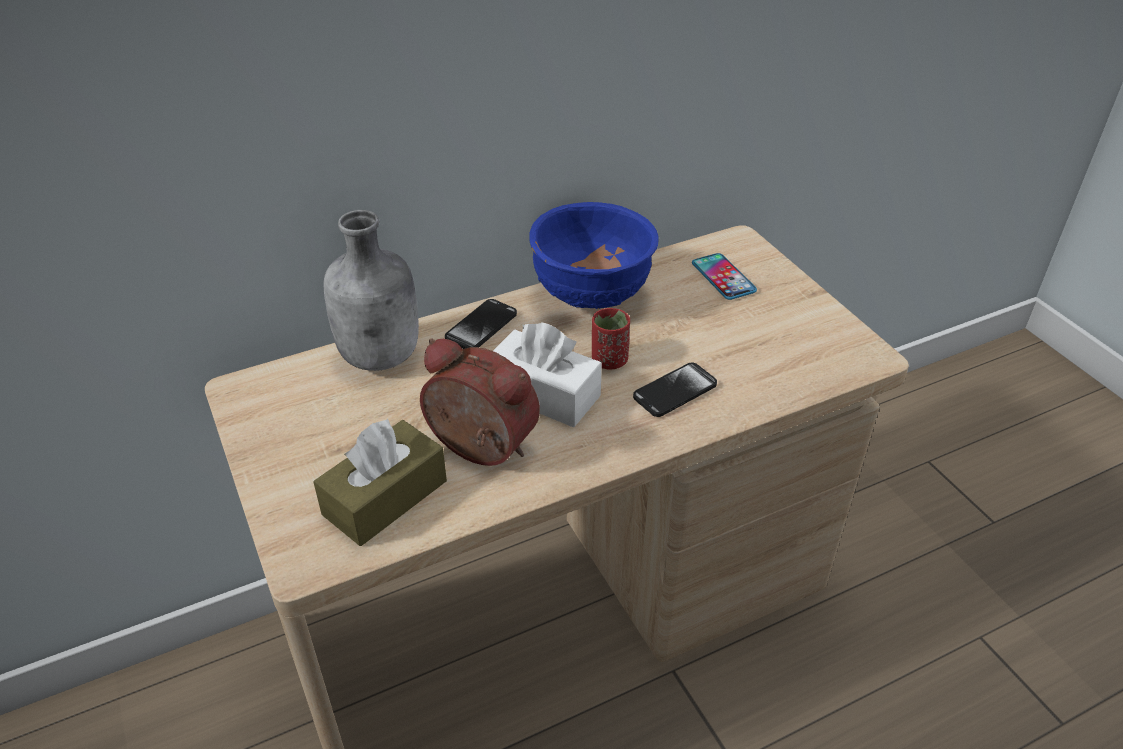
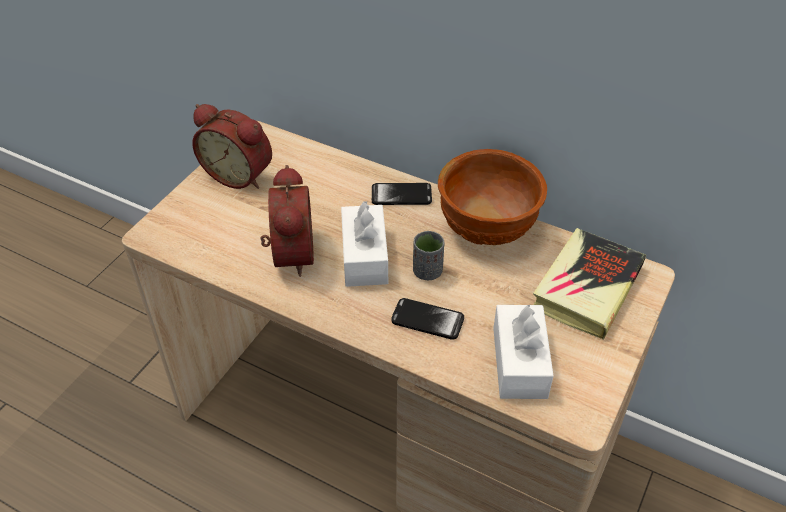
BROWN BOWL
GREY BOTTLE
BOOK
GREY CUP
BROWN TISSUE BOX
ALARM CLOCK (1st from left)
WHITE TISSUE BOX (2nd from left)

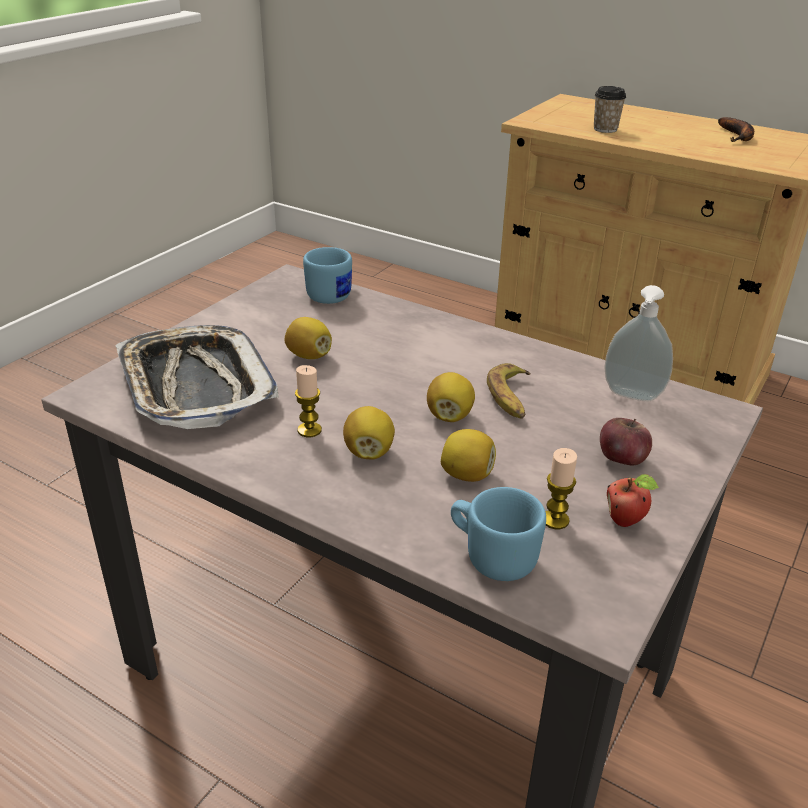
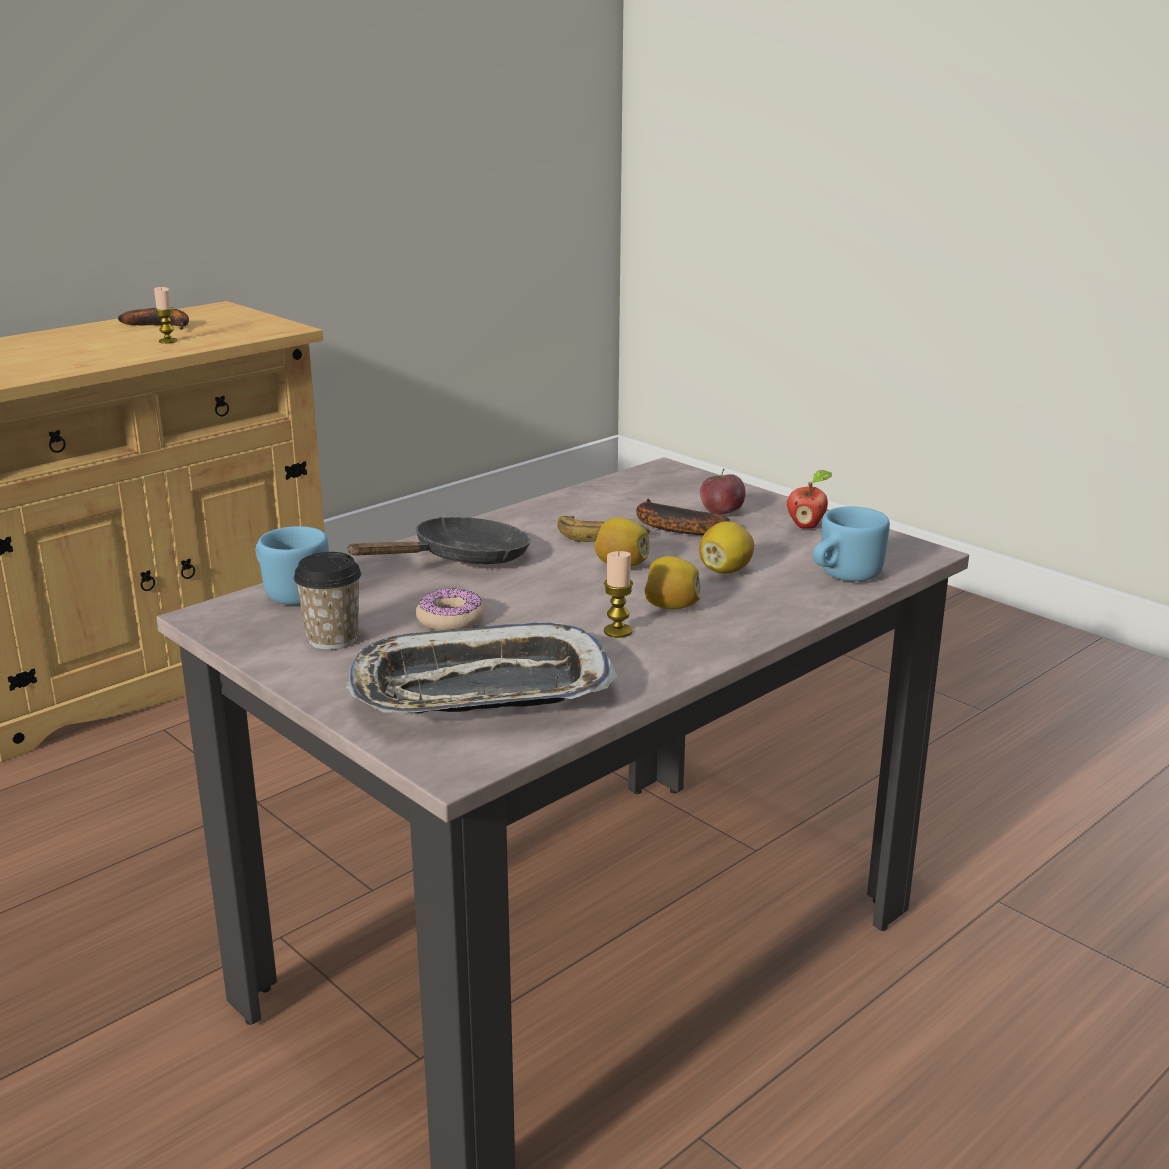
CUP
SOAP DISPENSER
DONUT
CANDLE (1st from left)
BANANA (3rd from left)
BLACK FRYING PAN

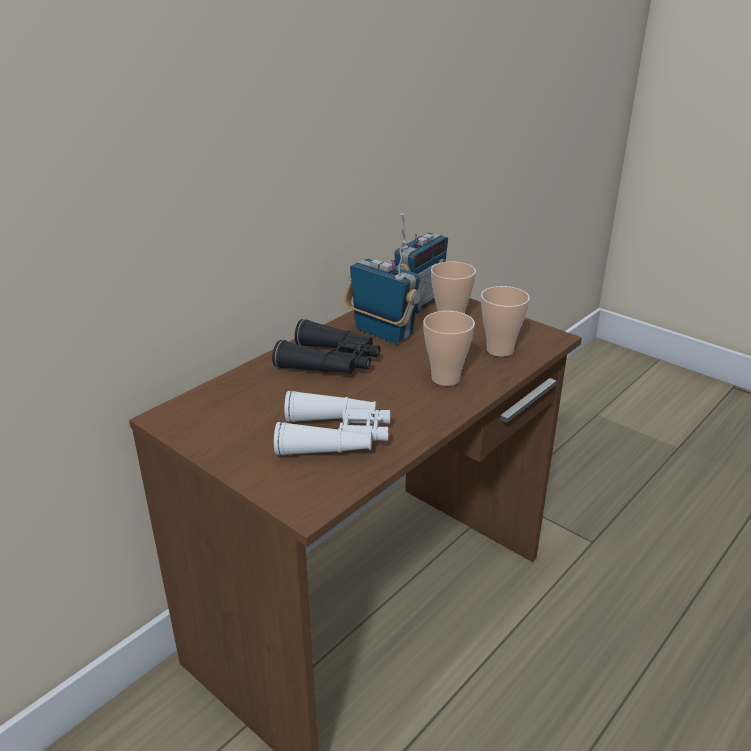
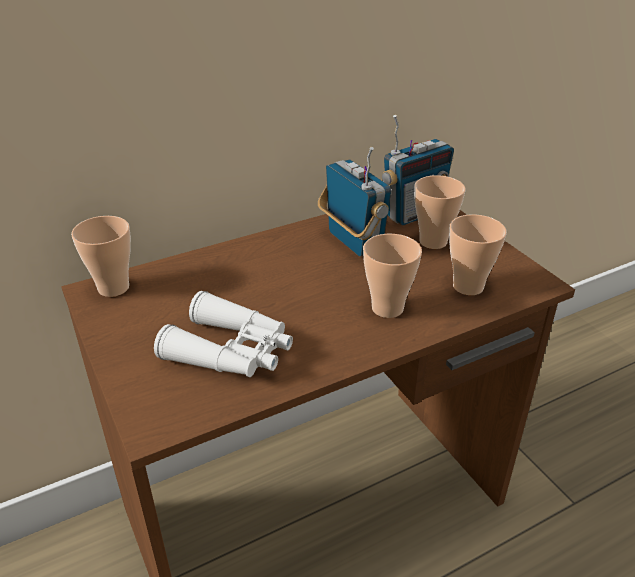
BLACK BINOCULARS
CUP (1st from left)

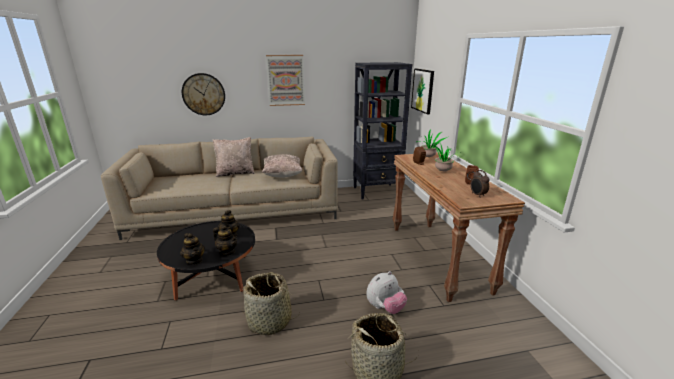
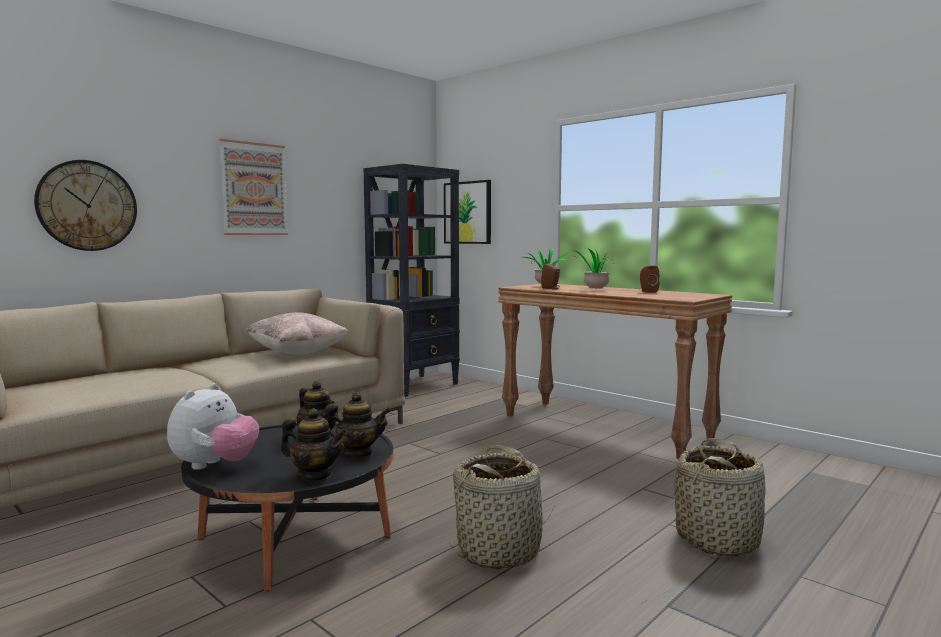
BEIGE PILLOW (1st from left in the first image)
ALARM CLOCK
PLUSH TOY

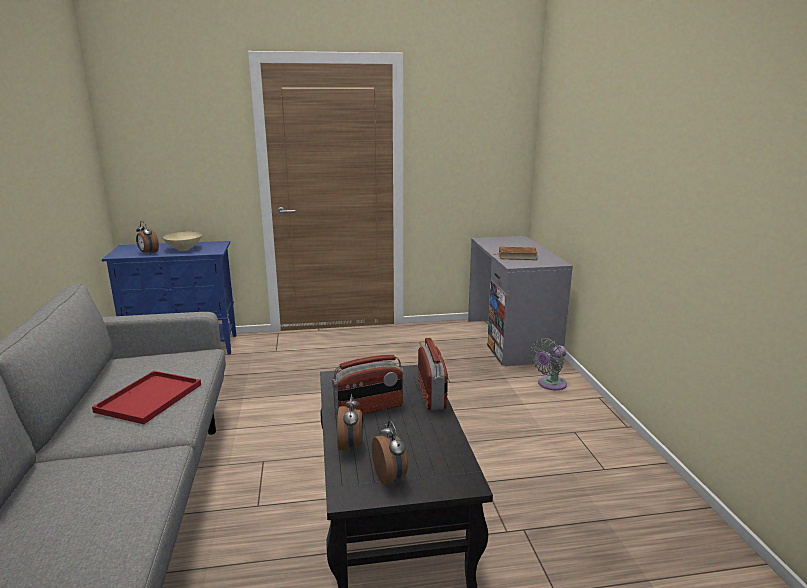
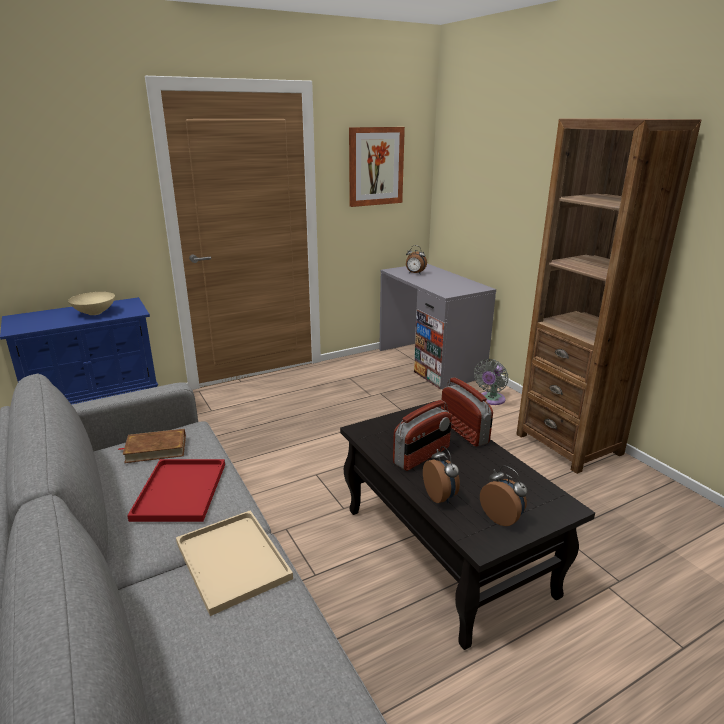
ALARM CLOCK (1st from left)
BROWN BOOK
BROWN BOOKCASE
PICTURE
BEIGE TRAY

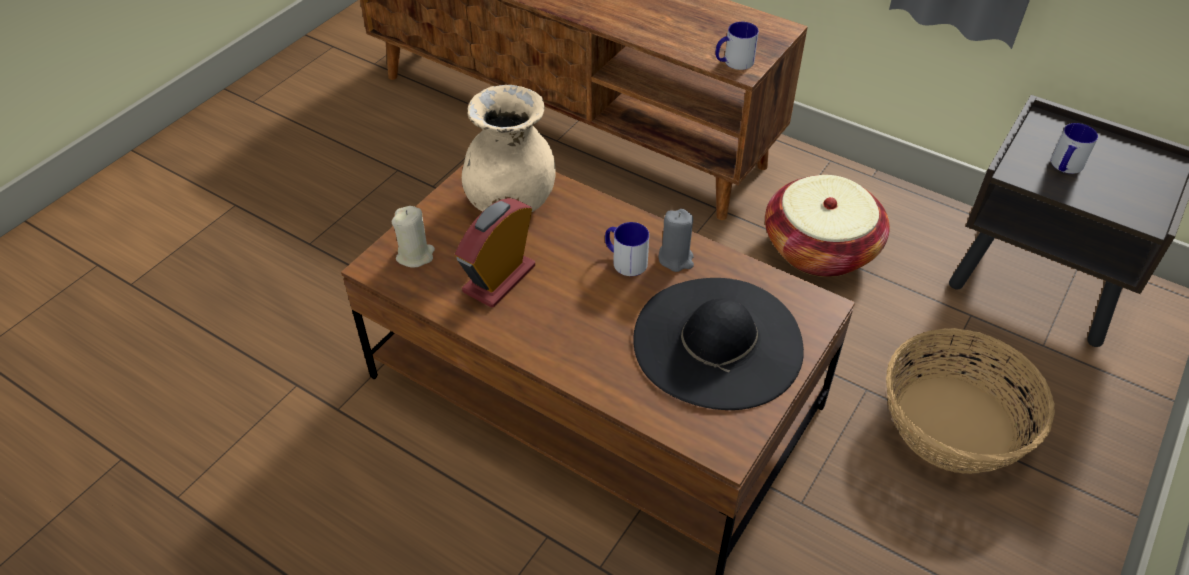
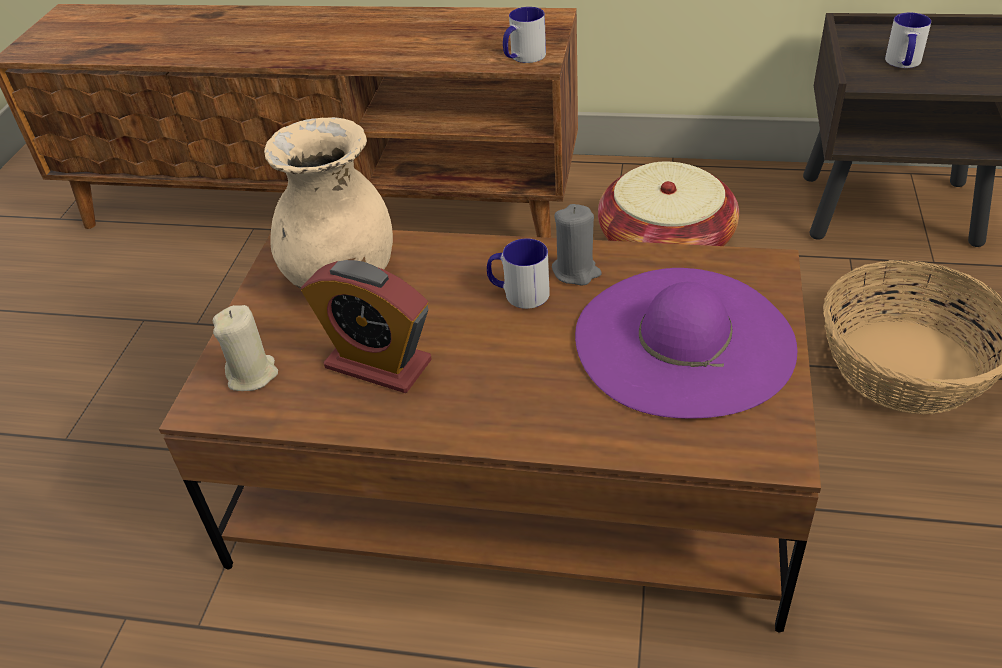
ALARM CLOCK
PURPLE HAT

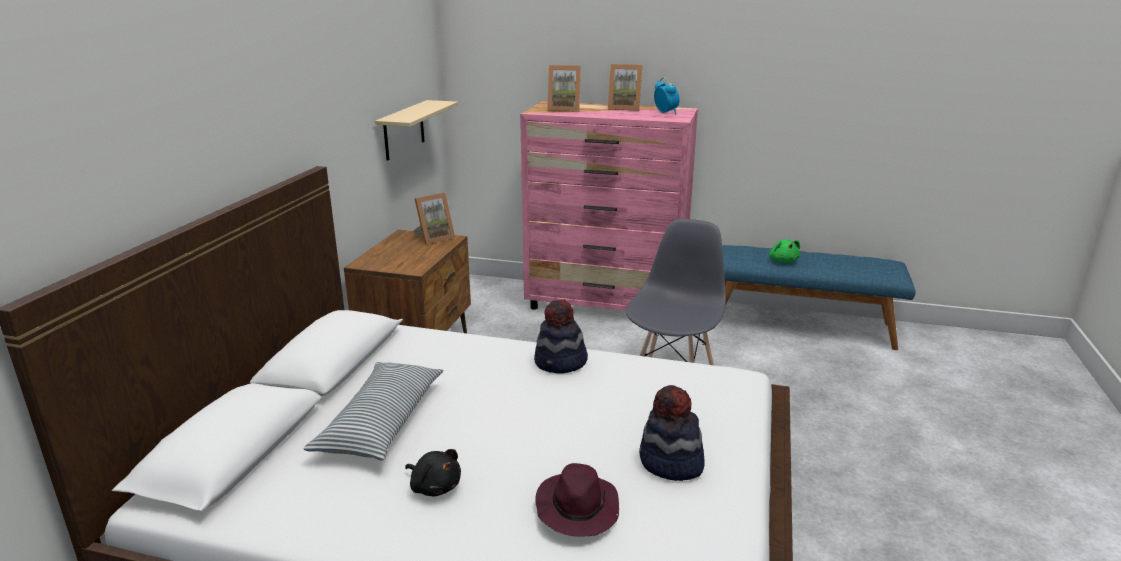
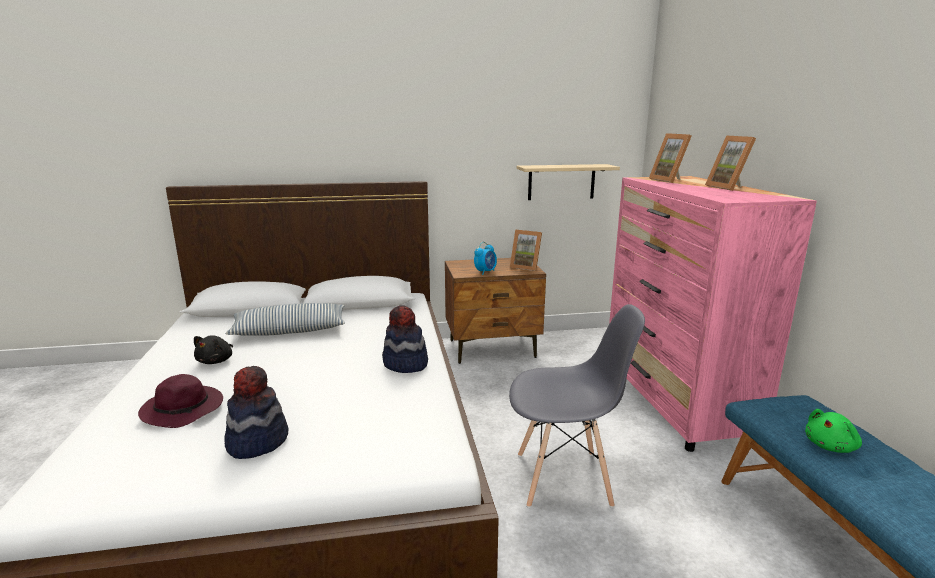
ALARM CLOCK

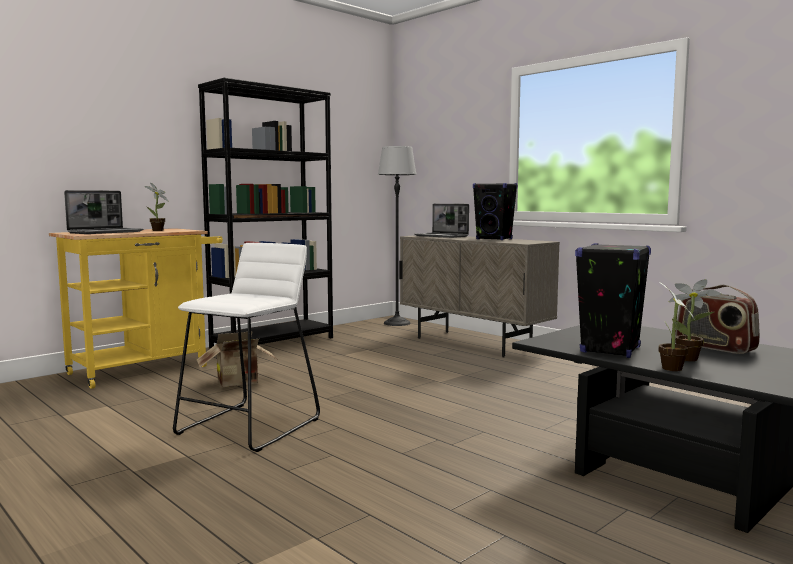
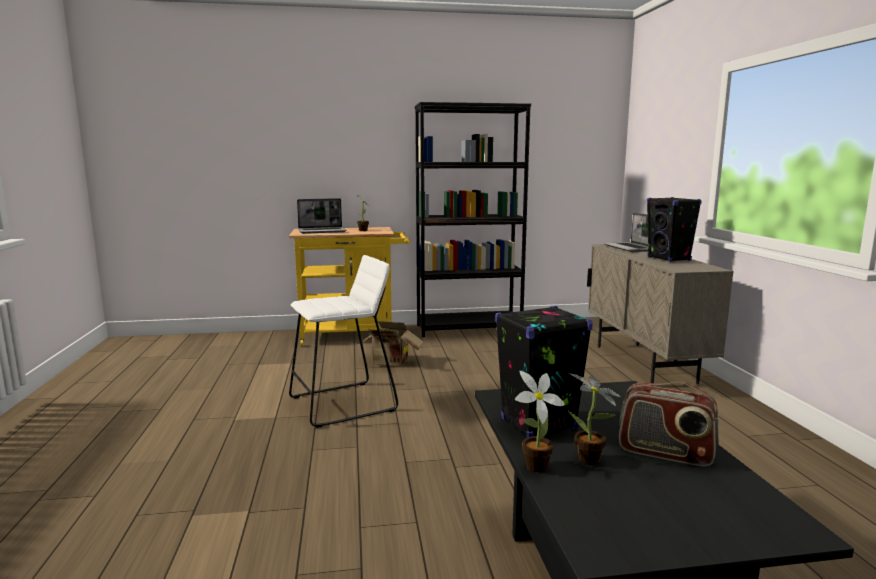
FLOOR LAMP
RADIO

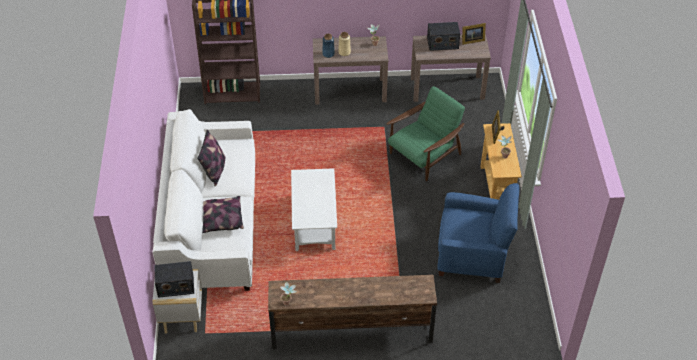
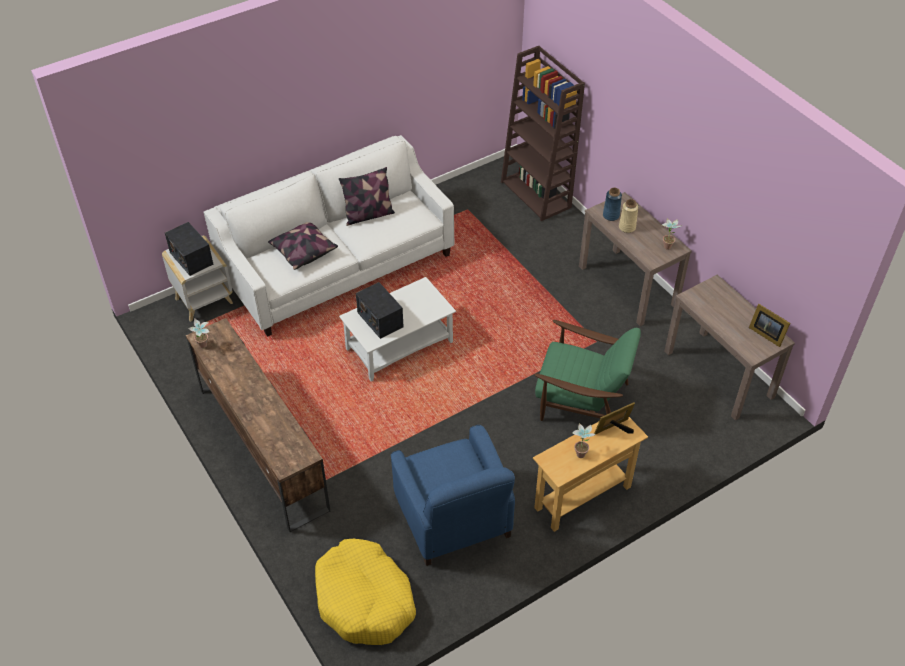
RADIO (2nd from left)
YELLOW DOG BED

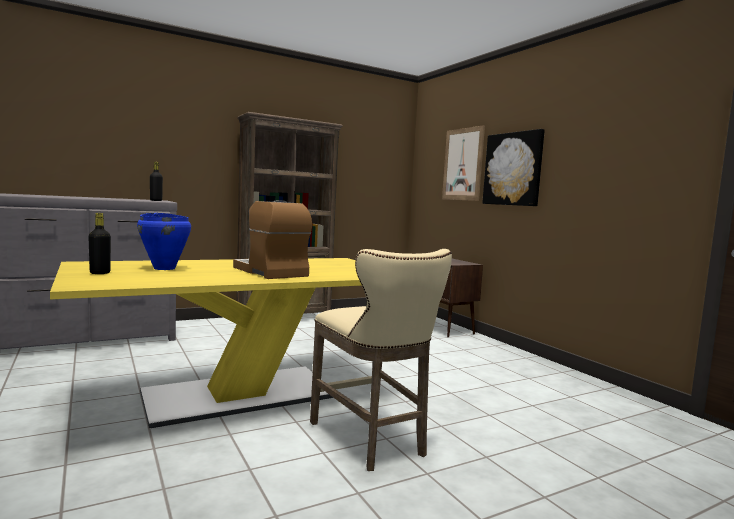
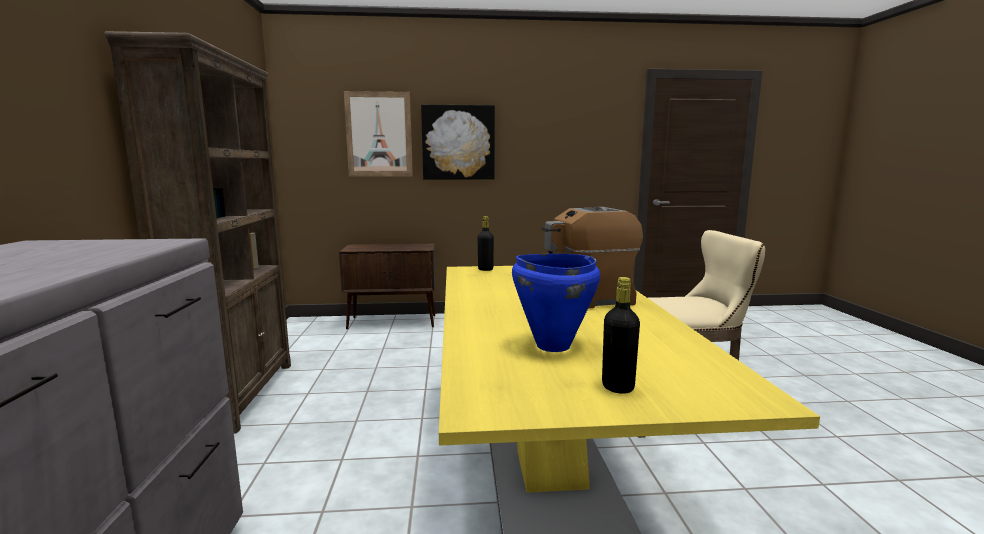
BLACK BOTTLE (1st from left)

